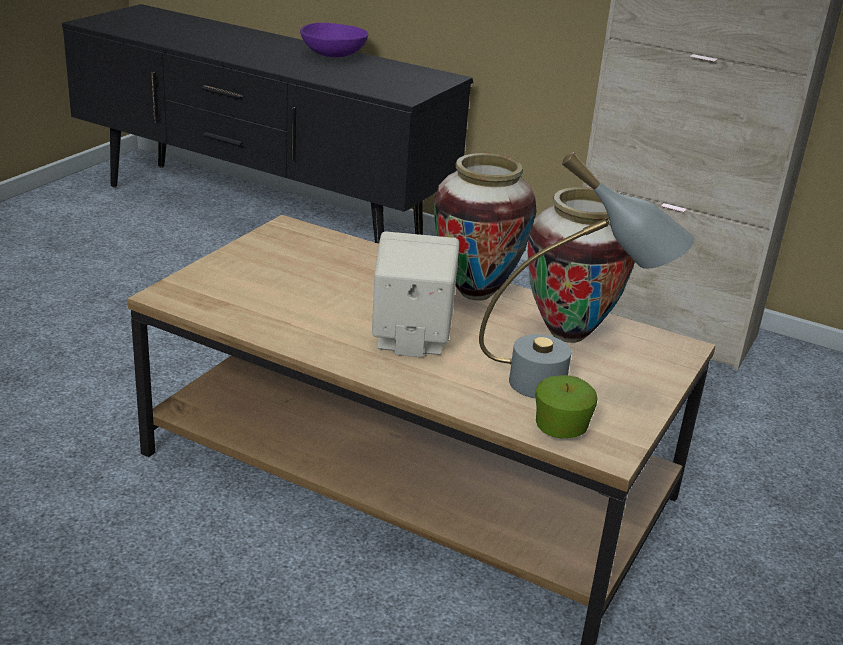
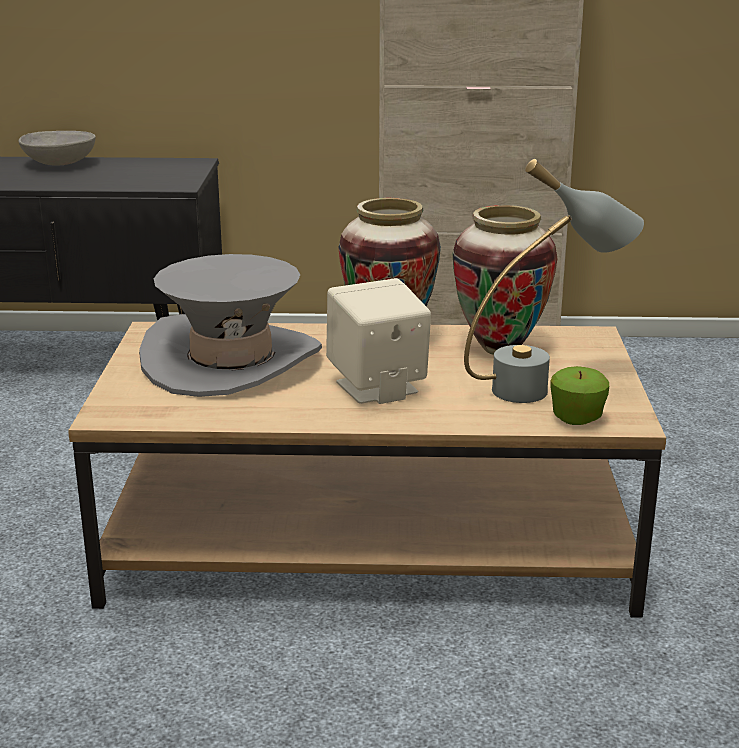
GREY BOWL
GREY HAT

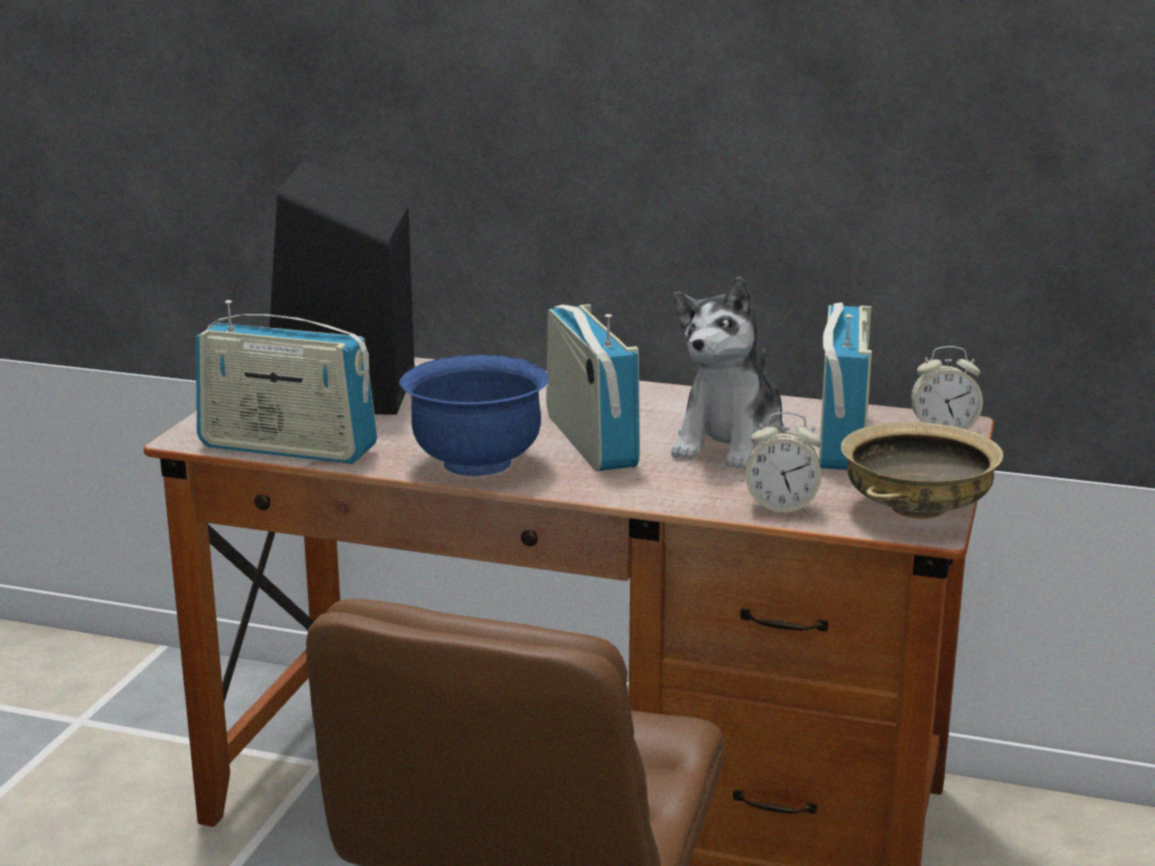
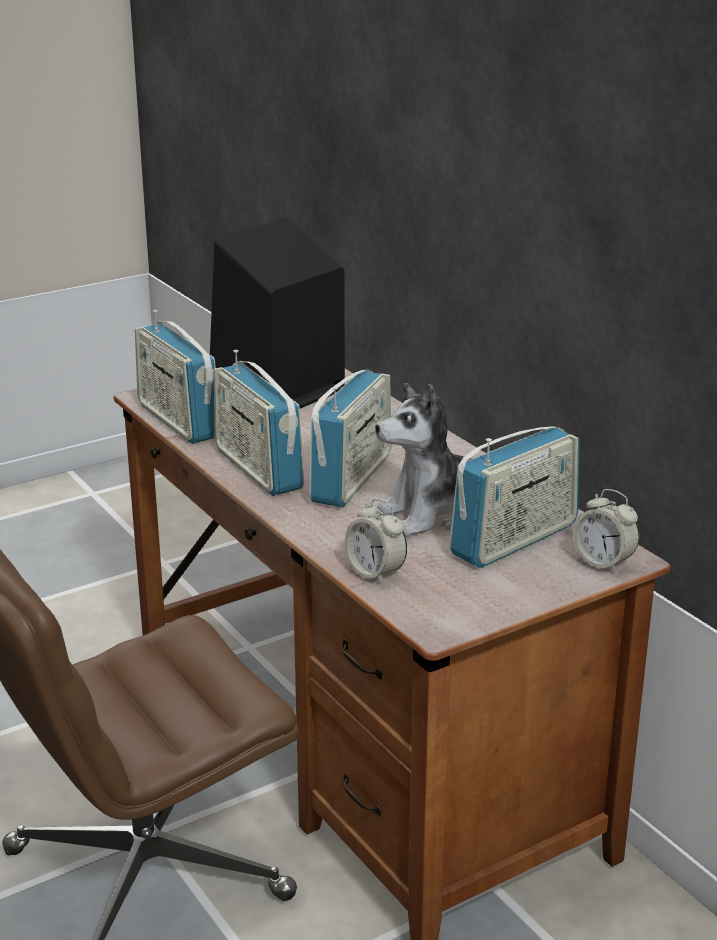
RADIO (2nd from left)
BEIGE BOWL

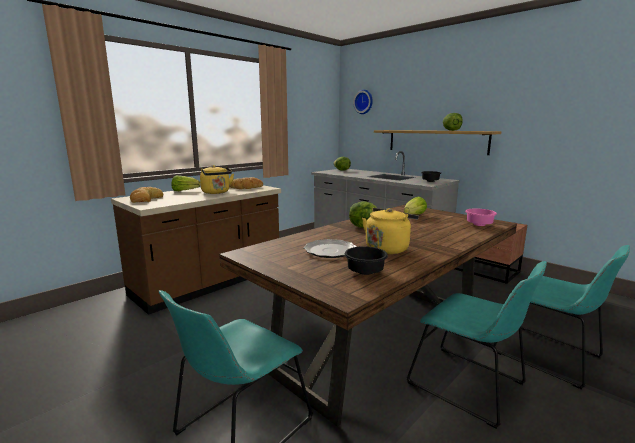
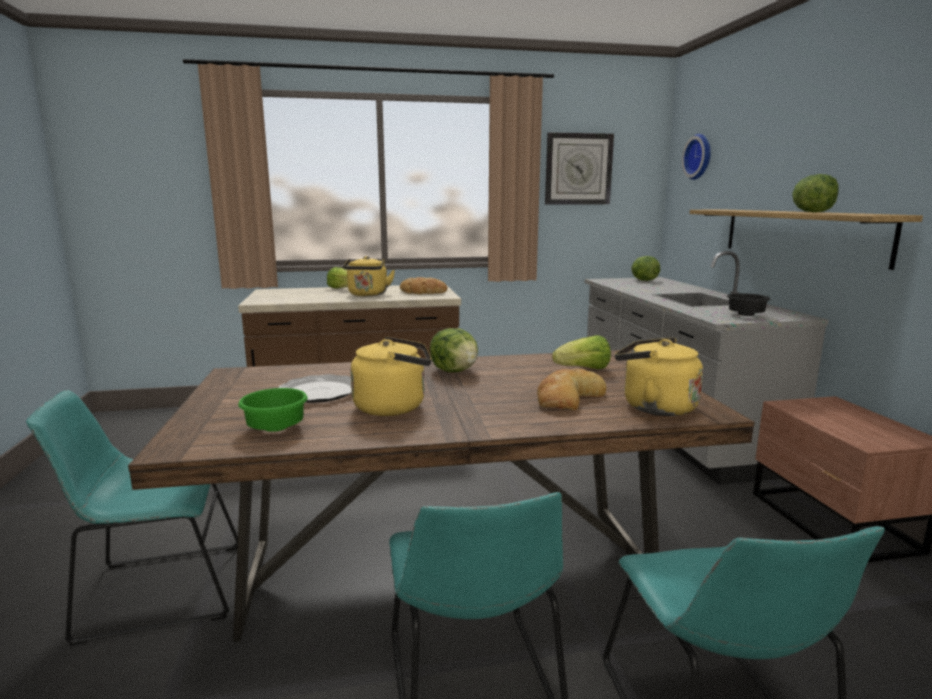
BREAD (2nd from left)
YELLOW KETTLE (3rd from left)
GREEN BOWL
WALL CLOCK (1st from left)

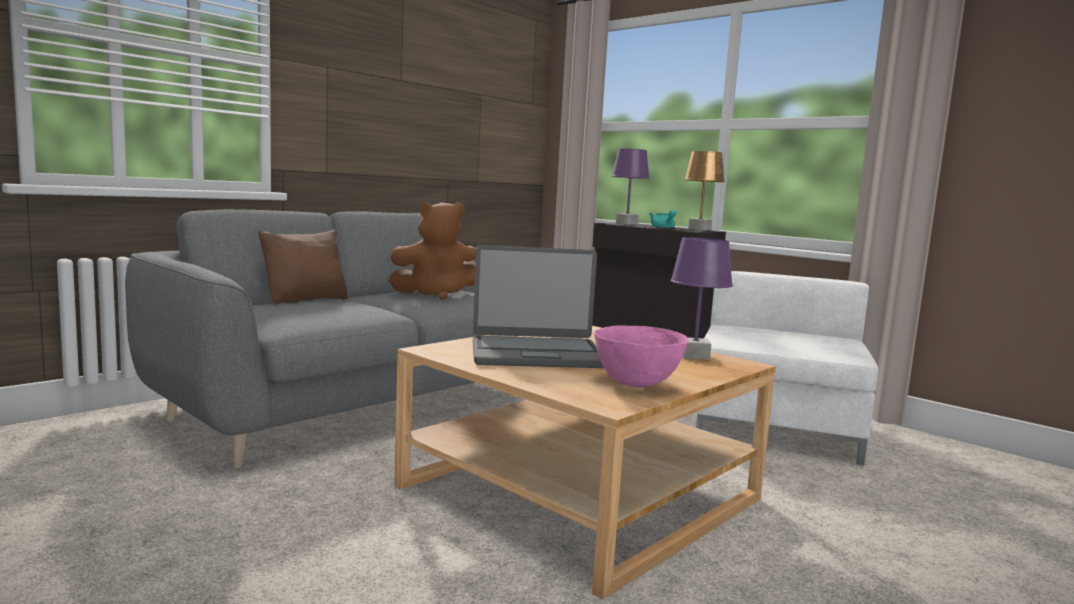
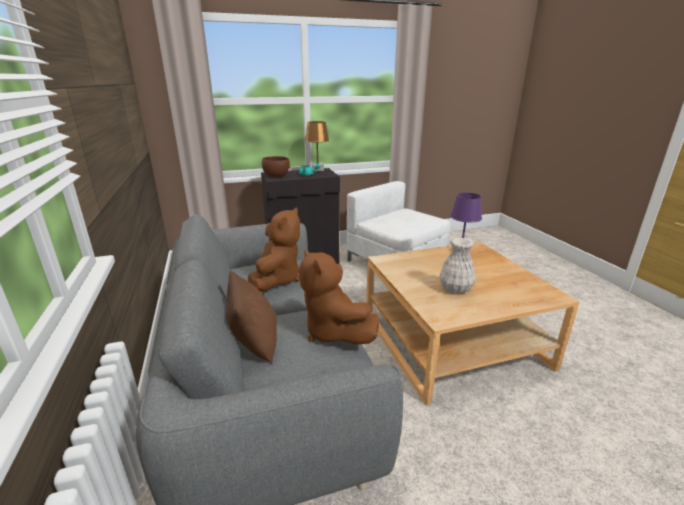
BROWN BOWL
WHITE VASE
PINK BOWL
BROWN PLUSH TOY (2nd from left)

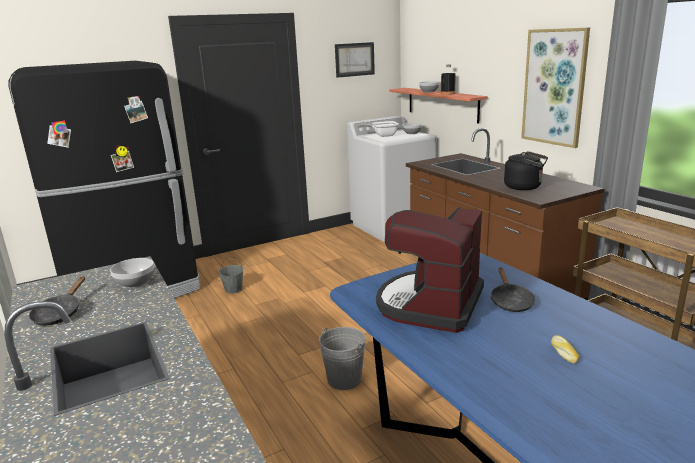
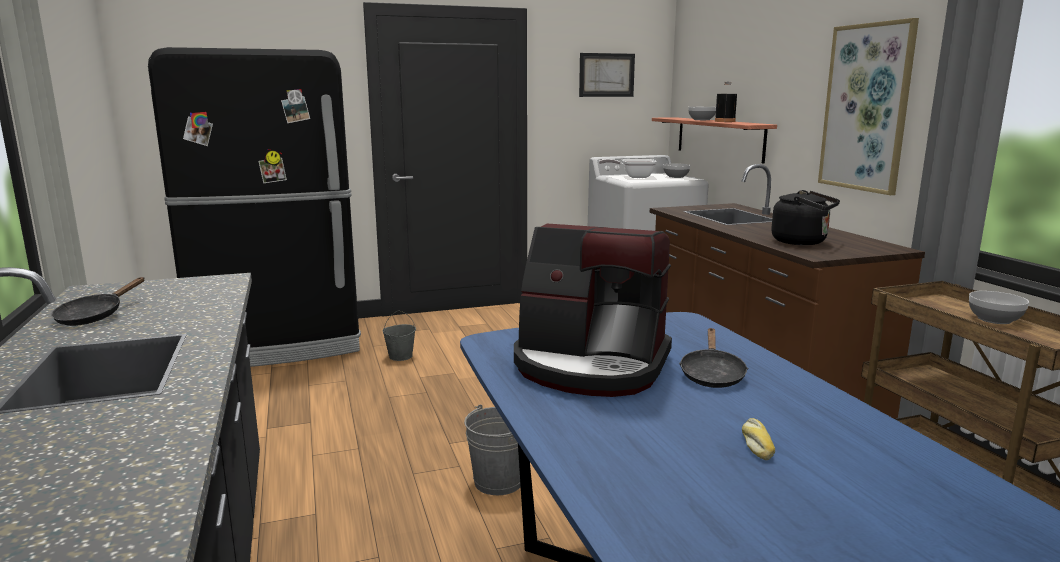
COFFEE MACHINE
BOWL (3rd from left)

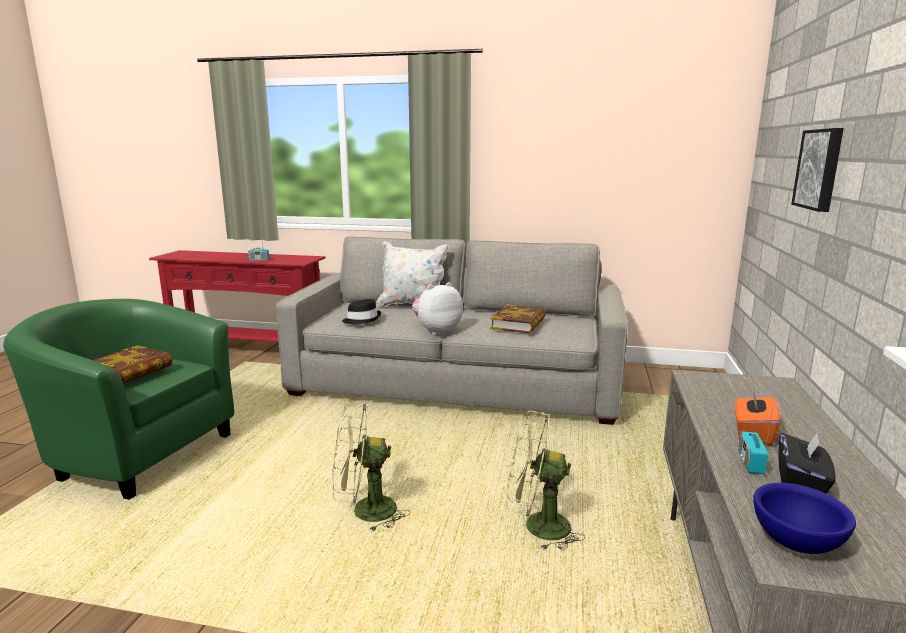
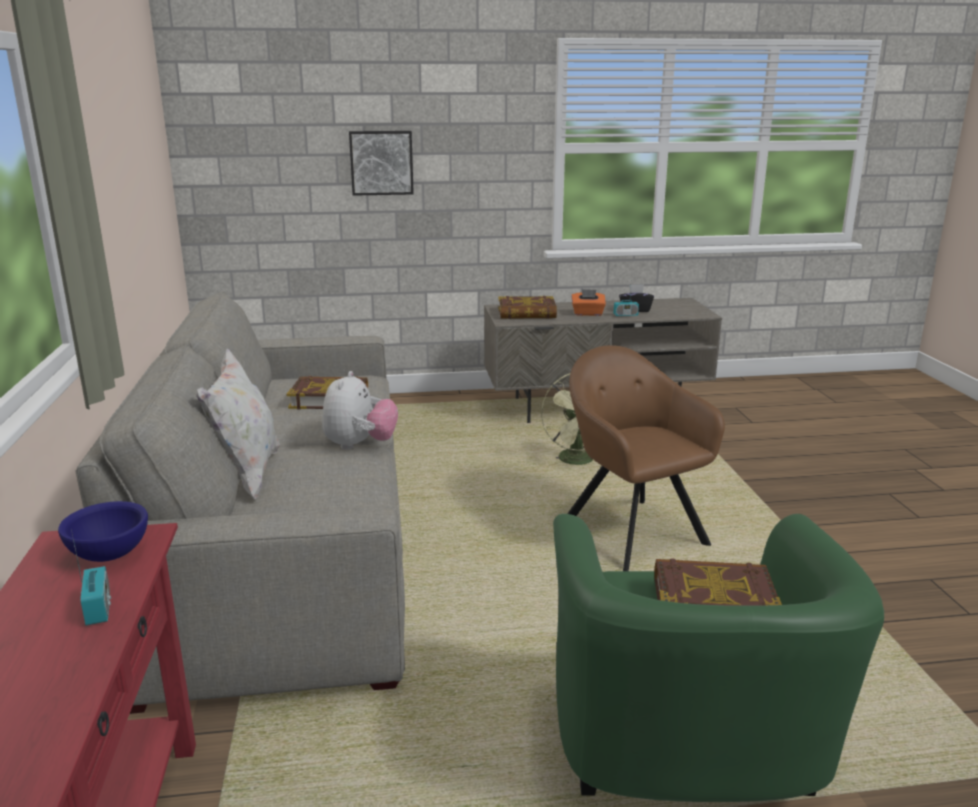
PLUSH TOY
BLACK HAT
BROWN ARMCHAIR
BLUE BOWL
BOOK (2nd from left)

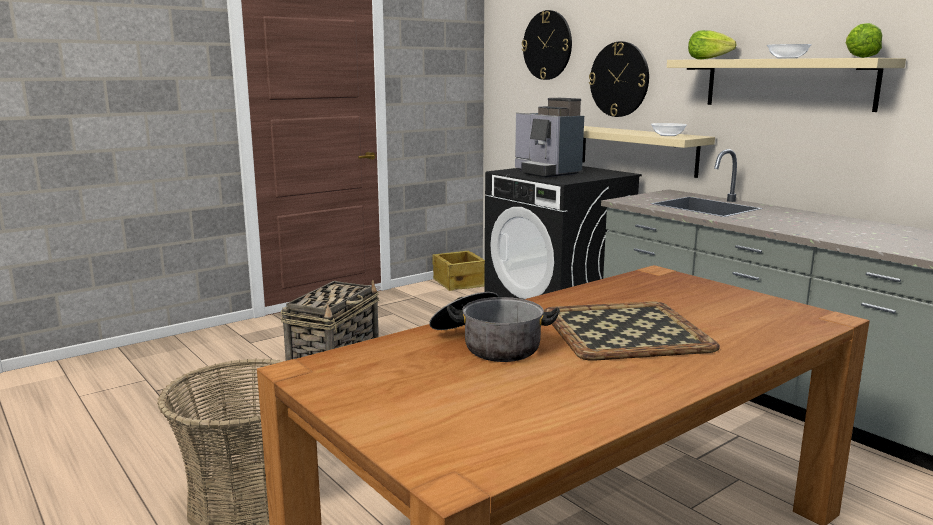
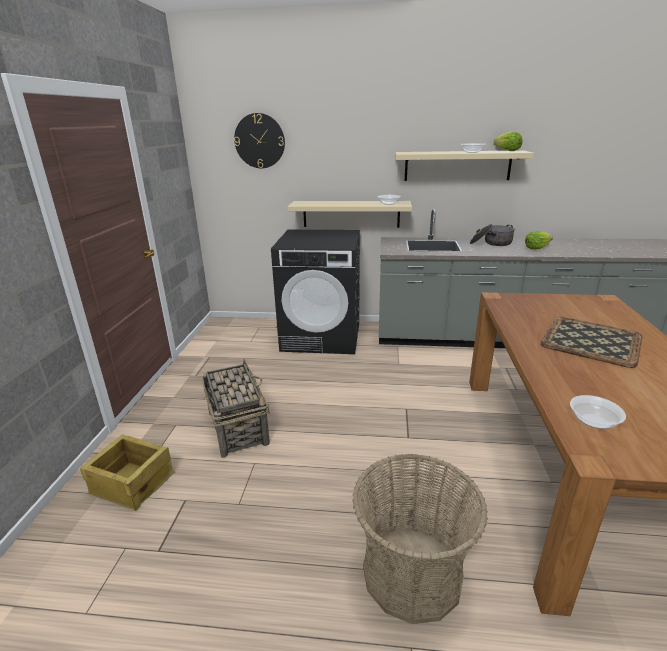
LETTUCE (2nd from left)
WALL CLOCK (2nd from left in the first image)
COFFEE MACHINE
CRATE
COOKING POT
BOWL (3rd from left)

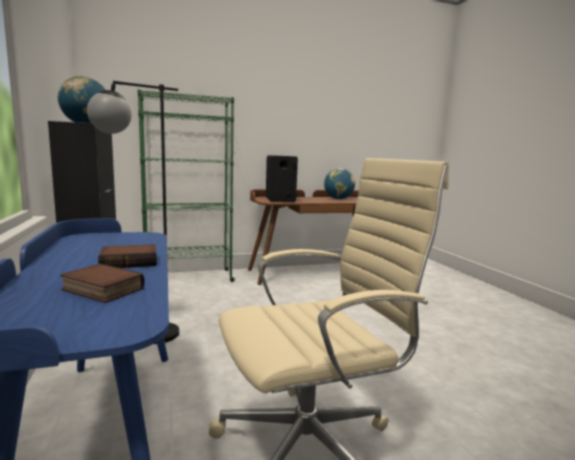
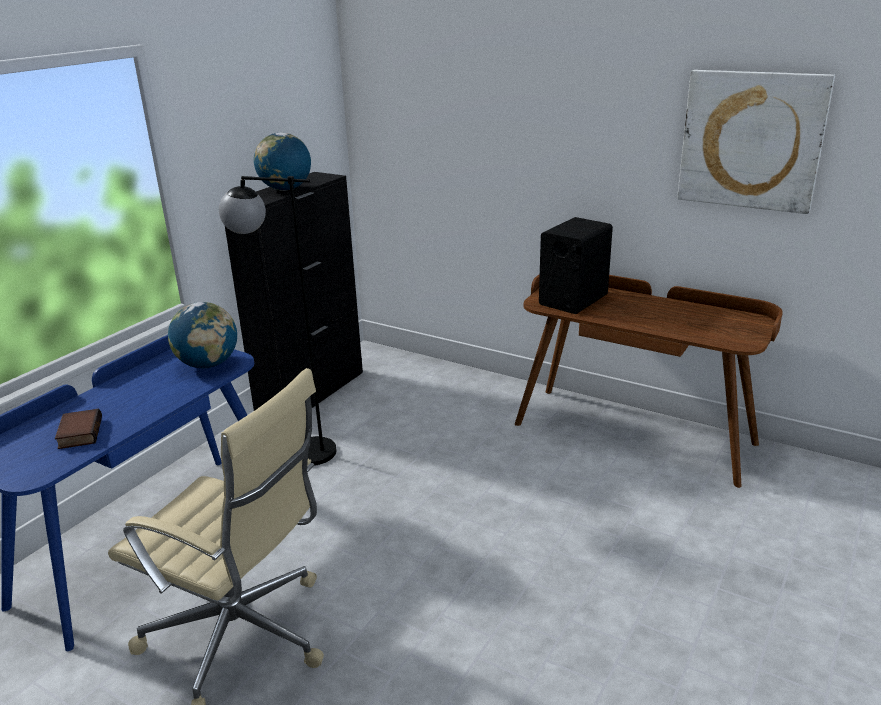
GREEN BOOKCASE
GLOBE (1st from left)
BOOK (2nd from left in the first image)
PICTURE

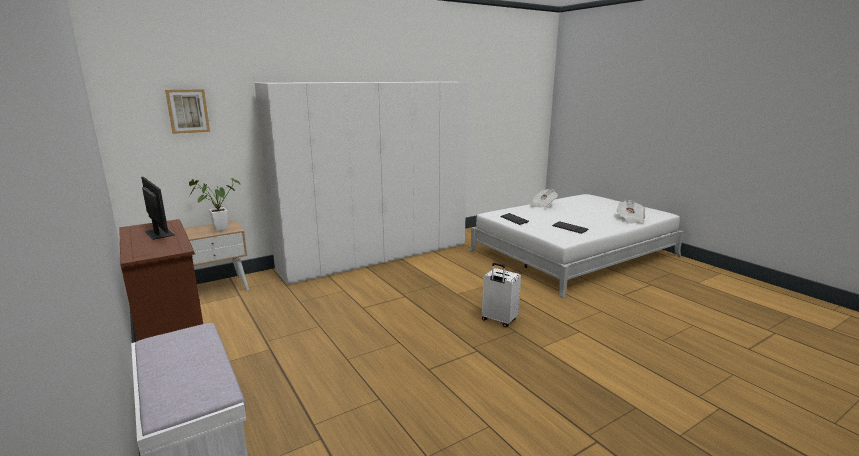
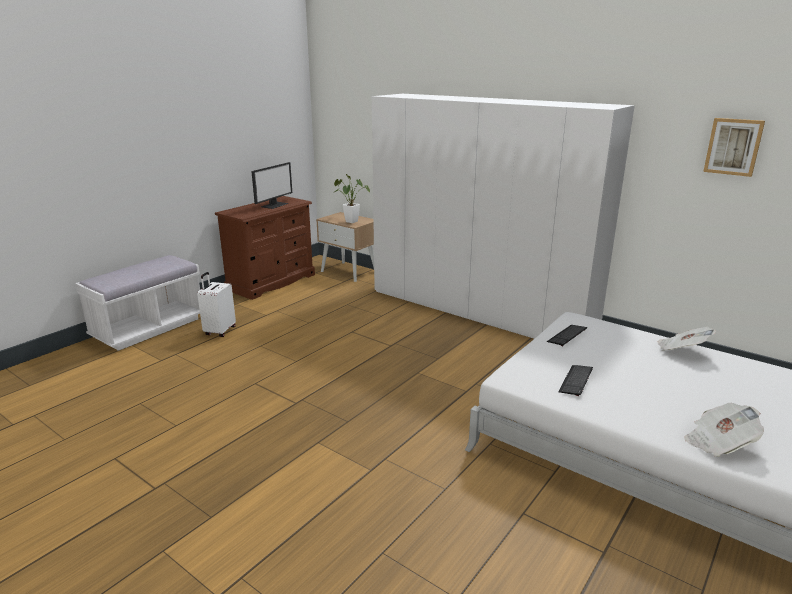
PICTURE
WHITE SUITCASE

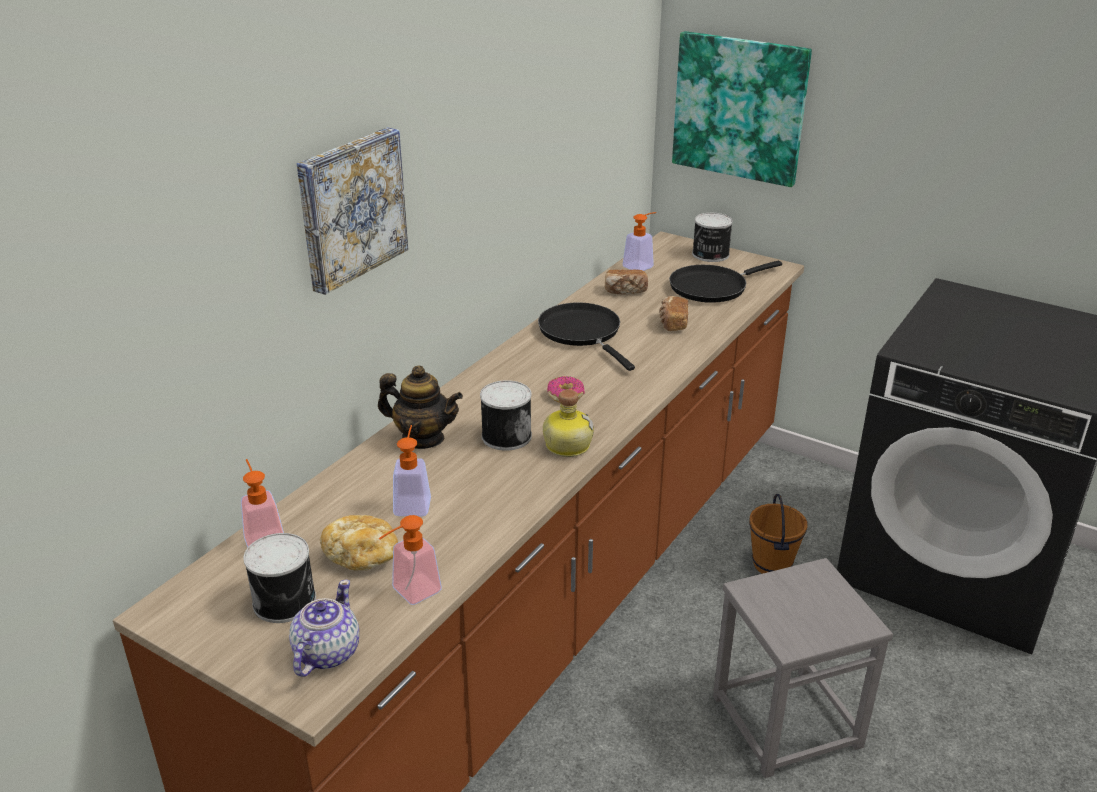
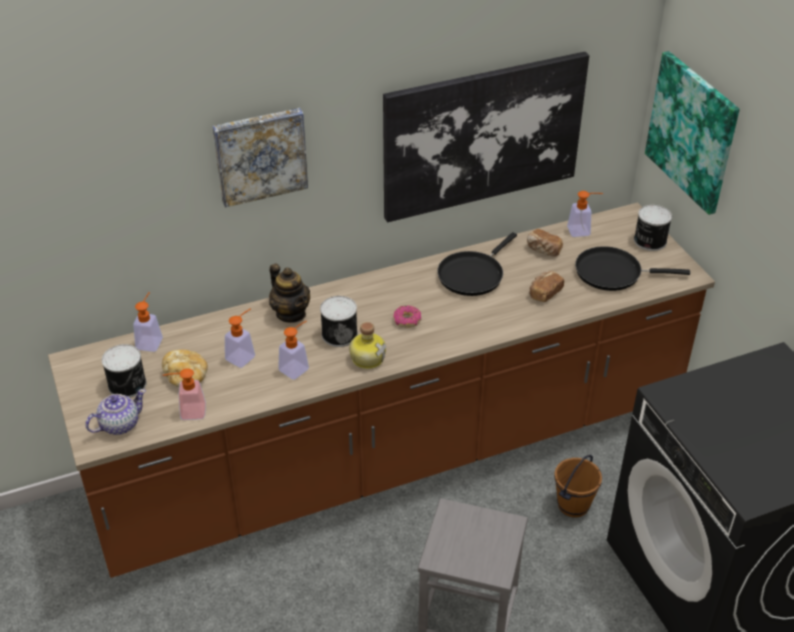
BLACK FRYING PAN (1st from left)
PICTURE (2nd from left)
SOAP DISPENSER (4th from left)

